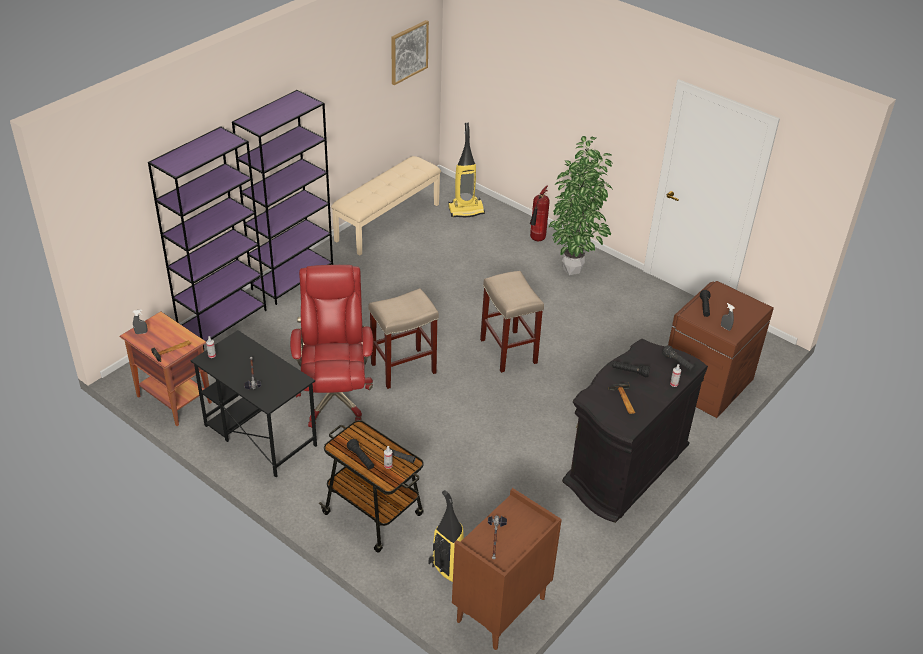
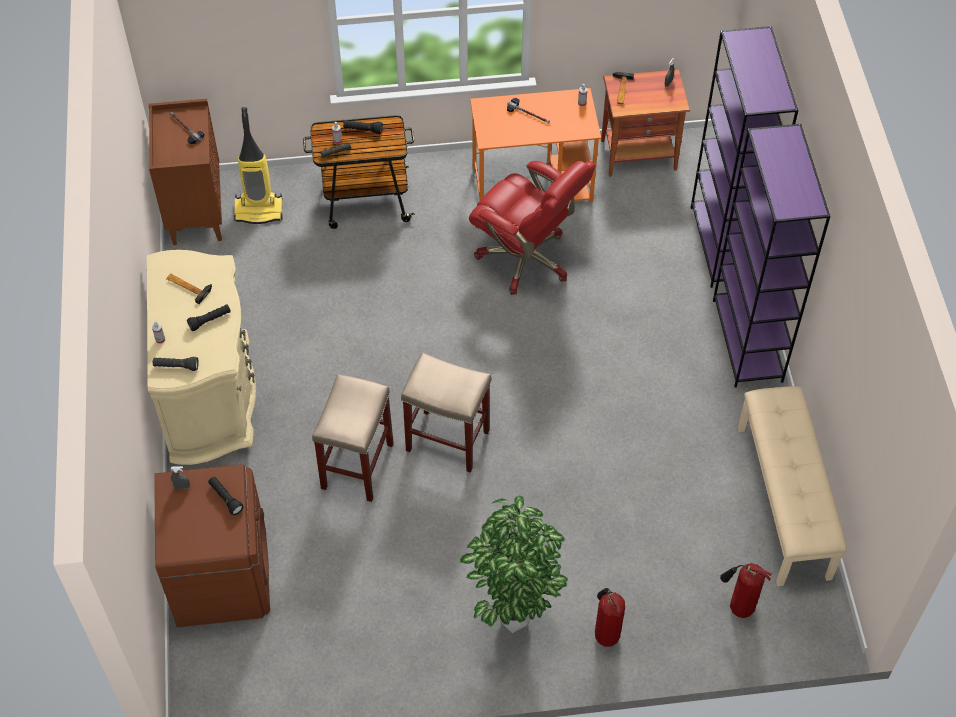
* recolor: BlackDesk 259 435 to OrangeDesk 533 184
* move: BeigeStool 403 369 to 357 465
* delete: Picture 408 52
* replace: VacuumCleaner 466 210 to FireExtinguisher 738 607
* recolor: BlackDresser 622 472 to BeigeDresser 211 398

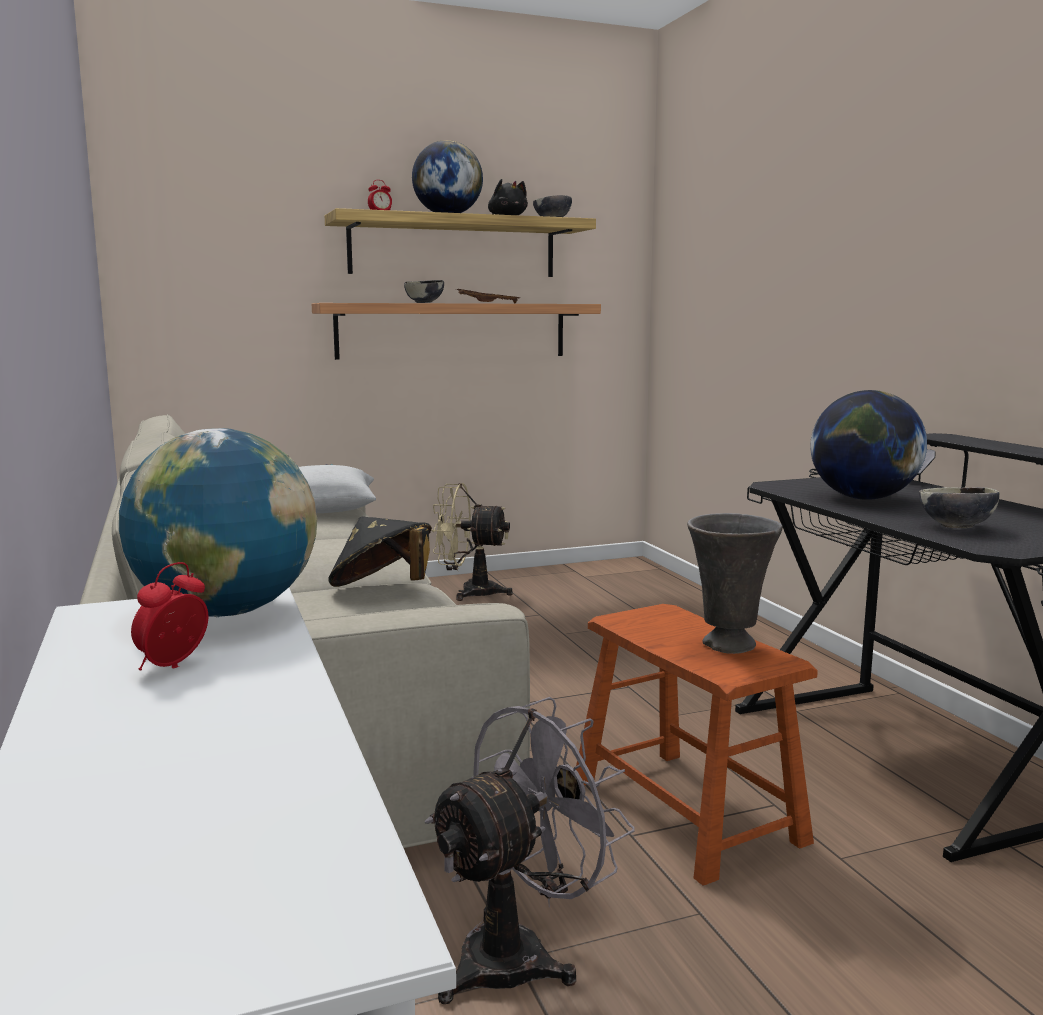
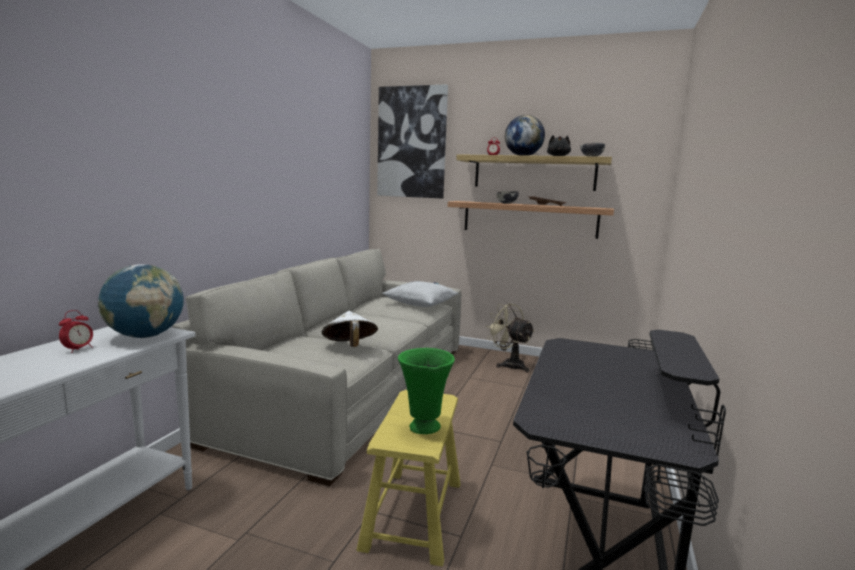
* rotate: AlarmClock 173 666 = 78 349 135 degrees clockwise
* recolor: BlackHat 382 589 to WhiteHat 349 347
* delete: GreyFan 520 954
* recolor: BrownStool 685 811 to YellowStool 413 514
* recolor: GreyVase 728 646 to GreenVase 423 427
* delete: Globe 863 498
* delete: Bowl 955 527
* insert: Picture 412 142

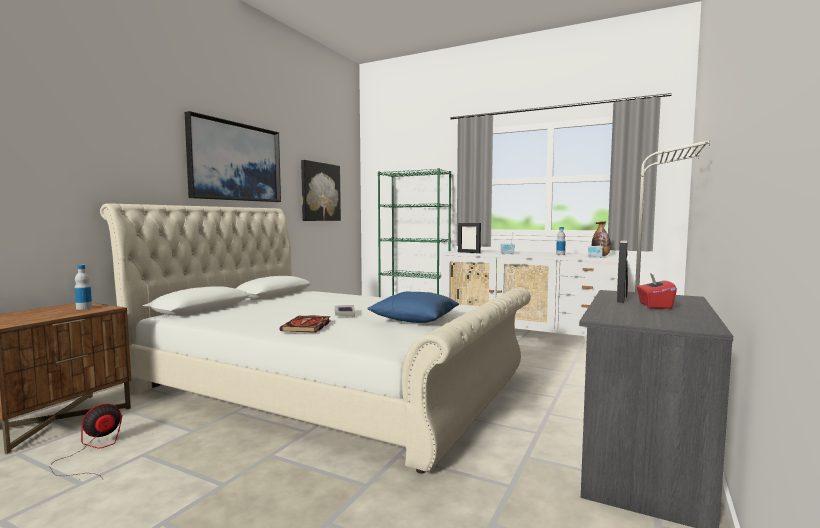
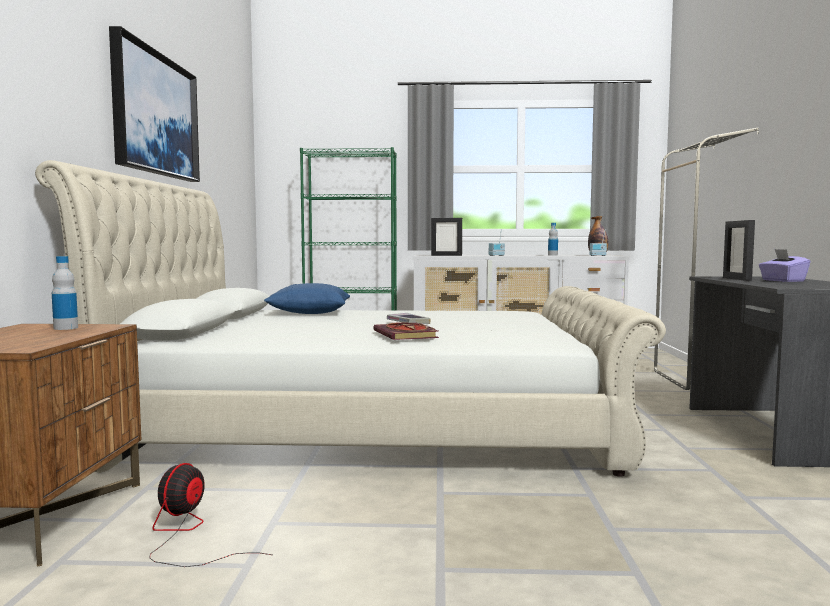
* delete: Picture 320 192
* move: BluePillow 414 320 to 309 313
* recolor: RedTissueBox 654 306 to PurpleTissueBox 782 281

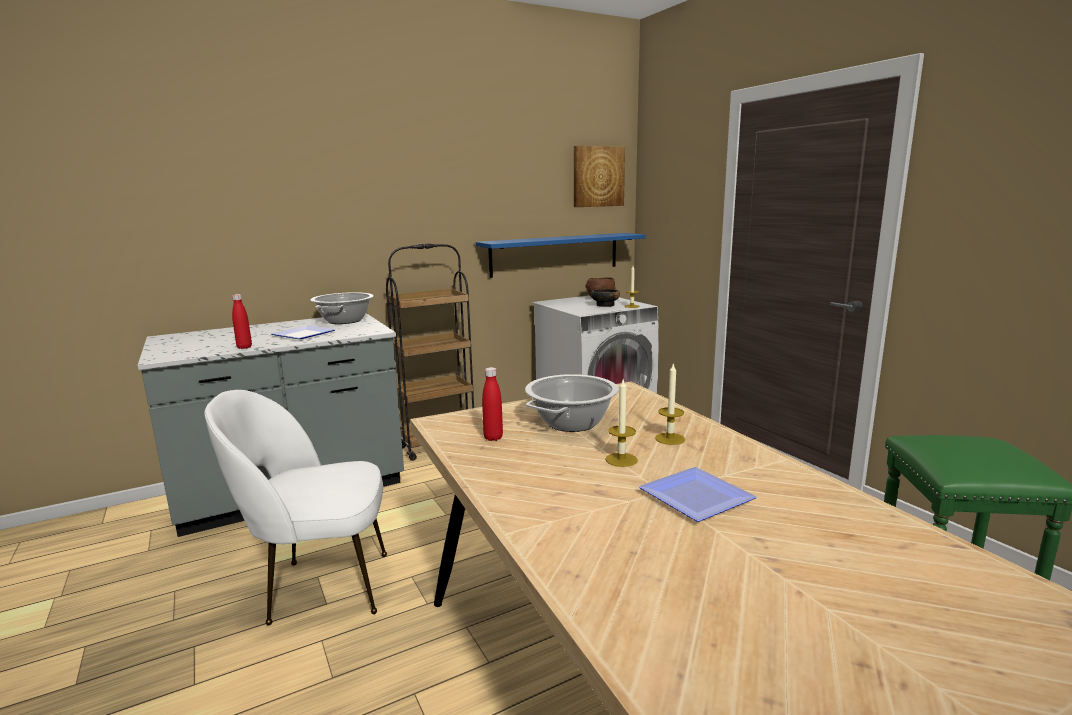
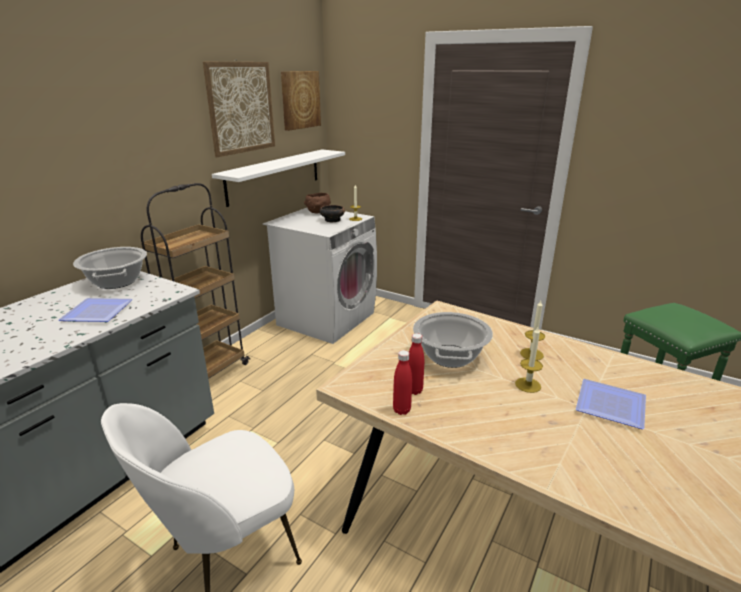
* move: RedBottle 244 347 to 401 410
* recolor: BlueShelf 555 254 to WhiteShelf 274 176
* insert: Picture 241 107

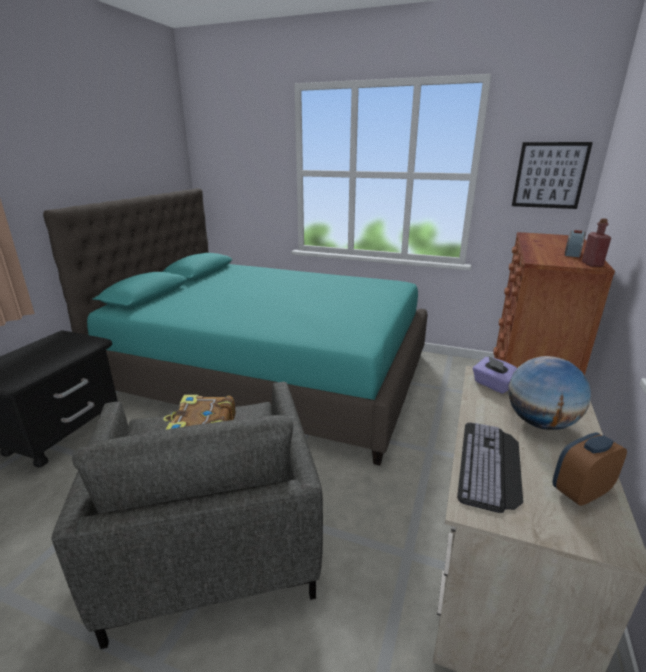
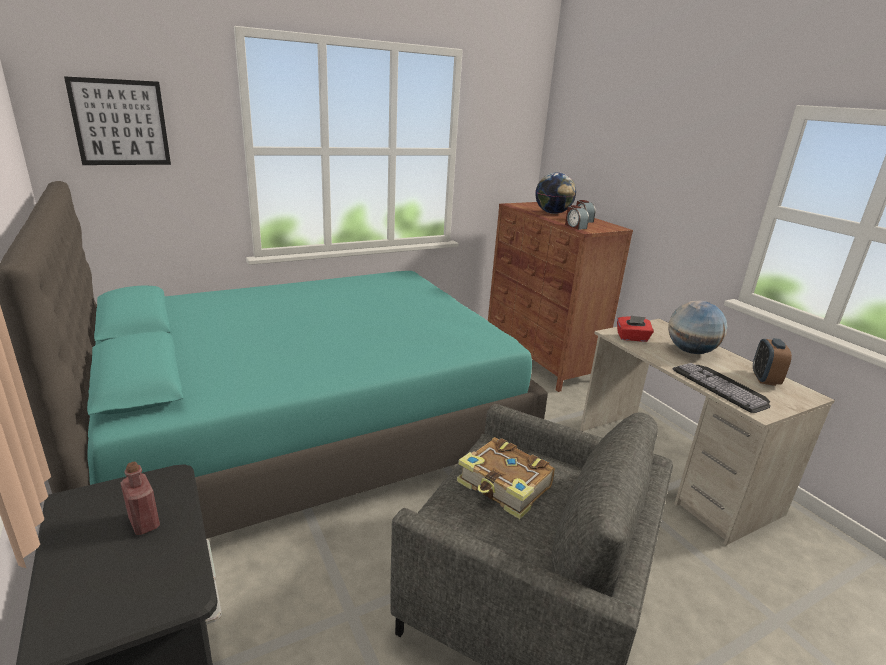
* recolor: PurpleTissueBox 493 385 to RedTissueBox 632 338
* move: Picture 549 175 to 120 123
* move: RedBottle 592 264 to 144 523
* insert: Globe 552 213
* insert: AlarmClock 575 226

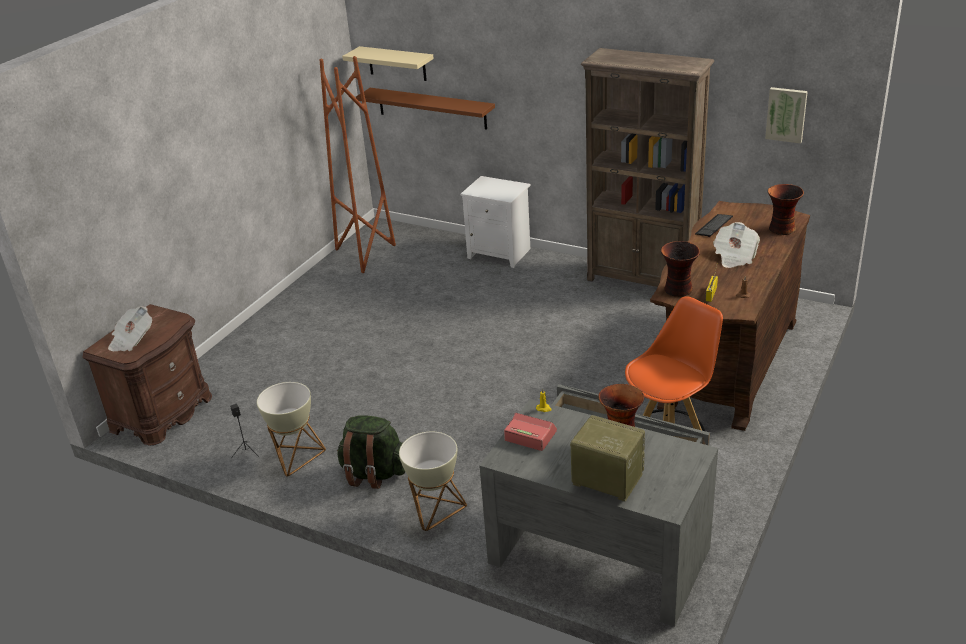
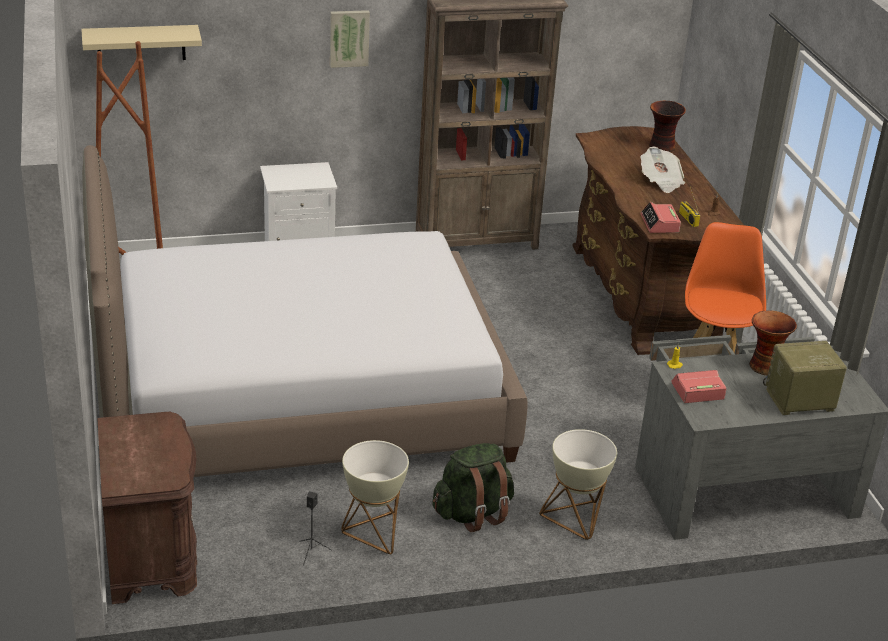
* delete: Newspaper 132 340
* delete: BrownShelf 431 108
* replace: Vase 678 290 to AlarmClock 659 224
* delete: Keyboard 714 226
* move: Picture 786 114 to 349 38
* insert: Bed 298 398

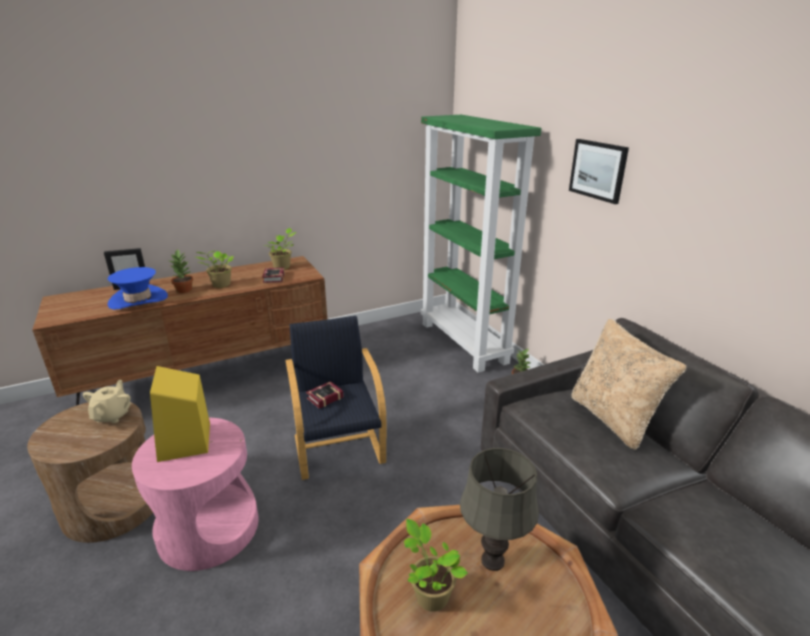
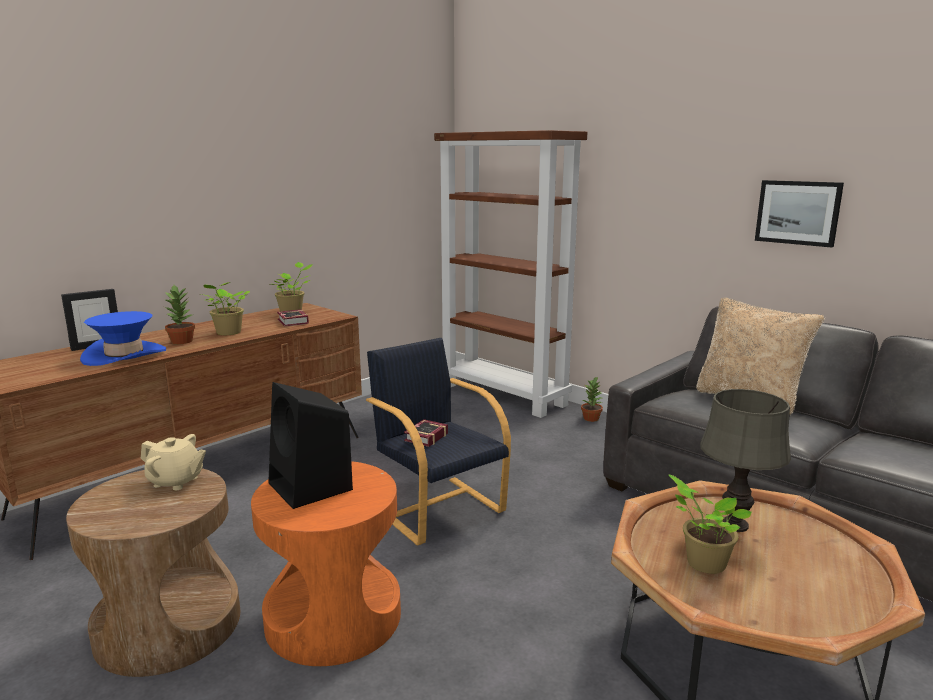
* rotate: BeigeTeapot 112 415 = 176 481 120 degrees clockwise
* recolor: PinkSideTable 208 528 to OrangeSideTable 333 617
* recolor: YellowSpeaker 185 443 to BlackSpeaker 312 487
* recolor: GreenBookcase 464 342 to BrownBookcase 504 395
* move: Picture 598 170 to 798 212

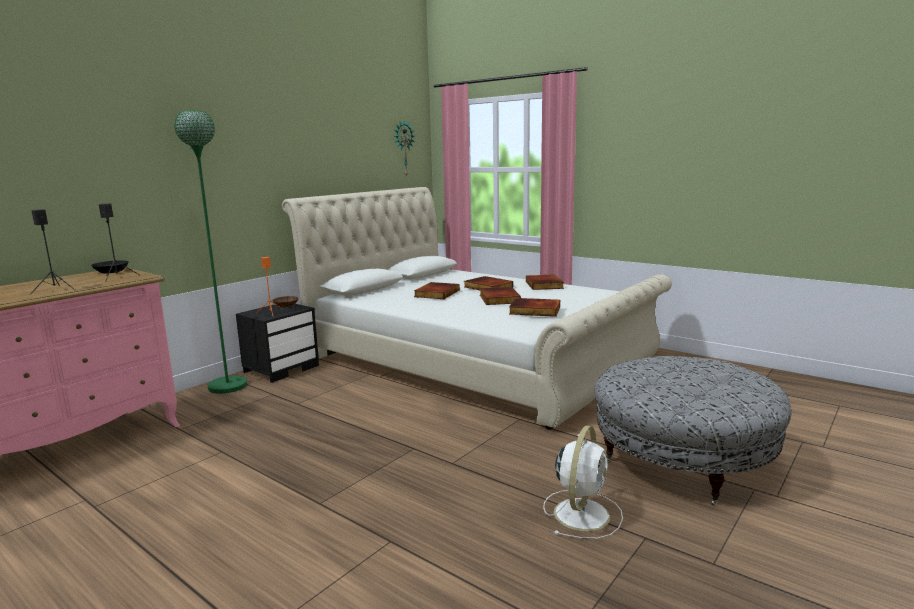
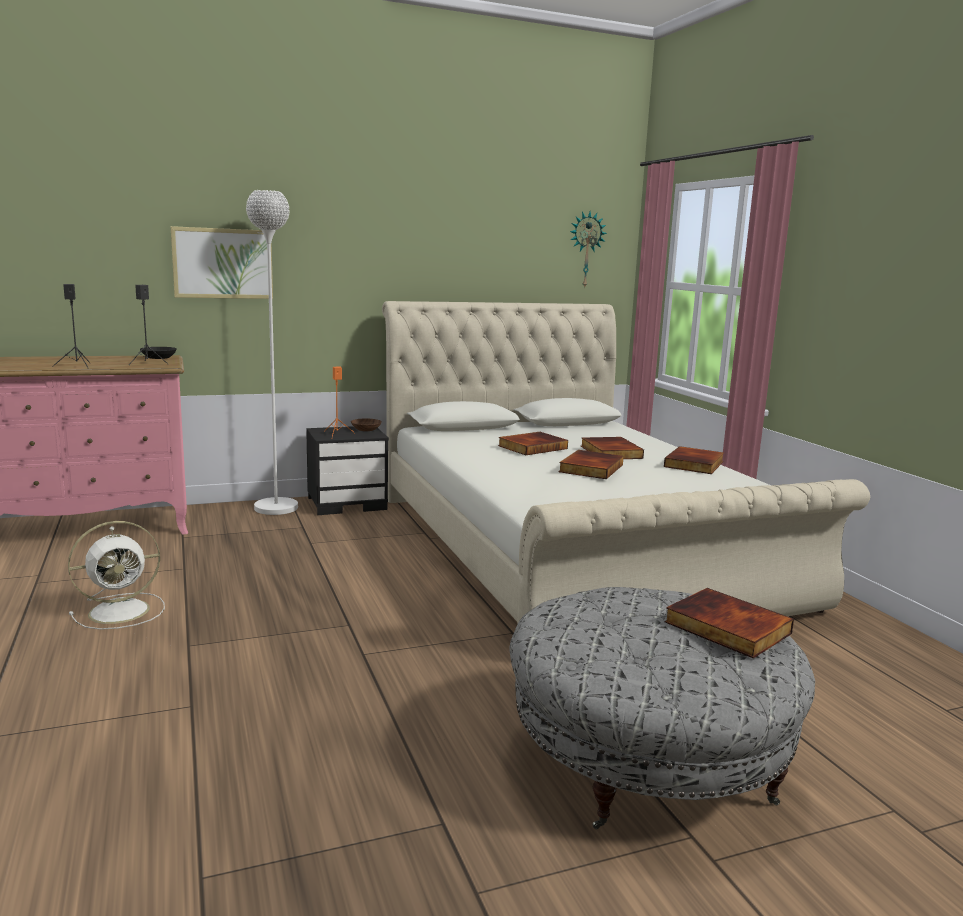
* recolor: GreenFloorLamp 228 386 to WhiteFloorLamp 276 508
* move: Book 534 310 to 725 628
* move: WhiteFan 582 513 to 122 611
* insert: Picture 223 263

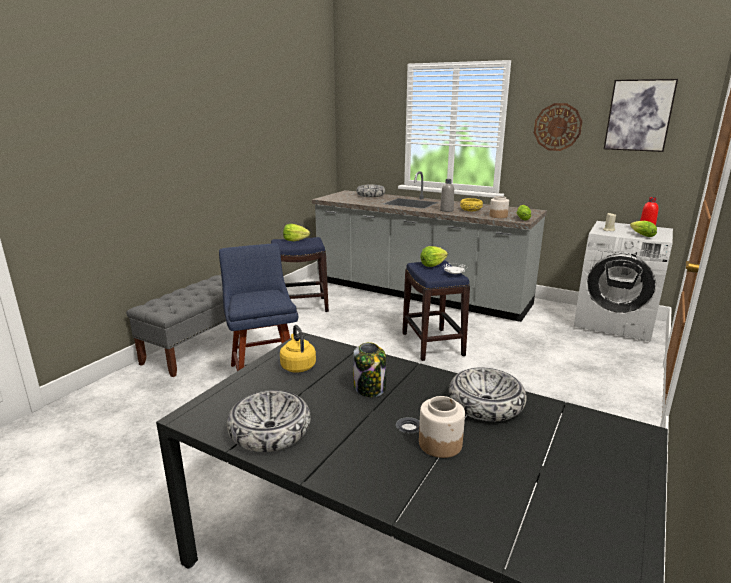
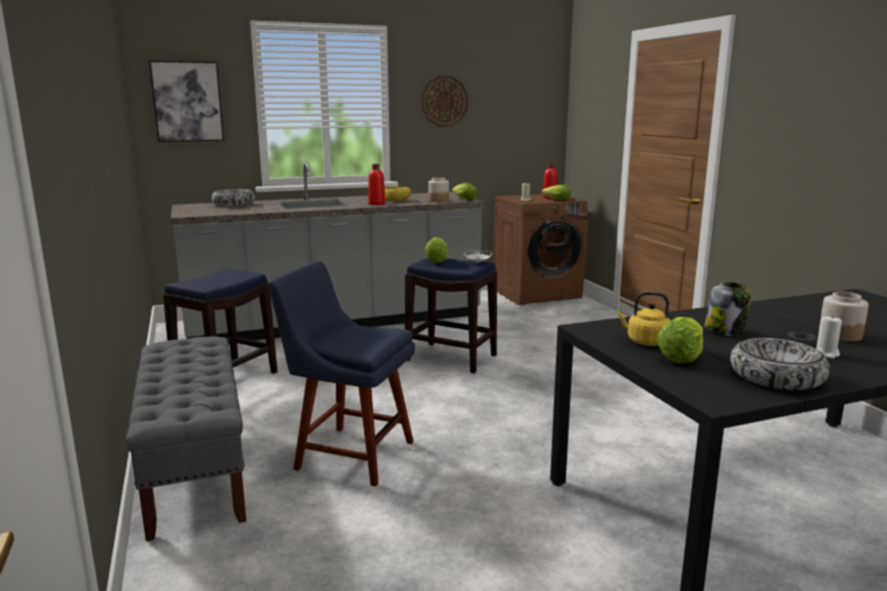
* move: Lettuce 295 240 to 681 357
* recolor: GreyBottle 446 210 to RedBottle 376 203
* delete: Bowl 485 404
* recolor: WhiteWashingMachine 614 325 to BrownWashingMachine 536 295
* move: Picture 639 115 to 187 101
* insert: WhiteCandle 826 354

